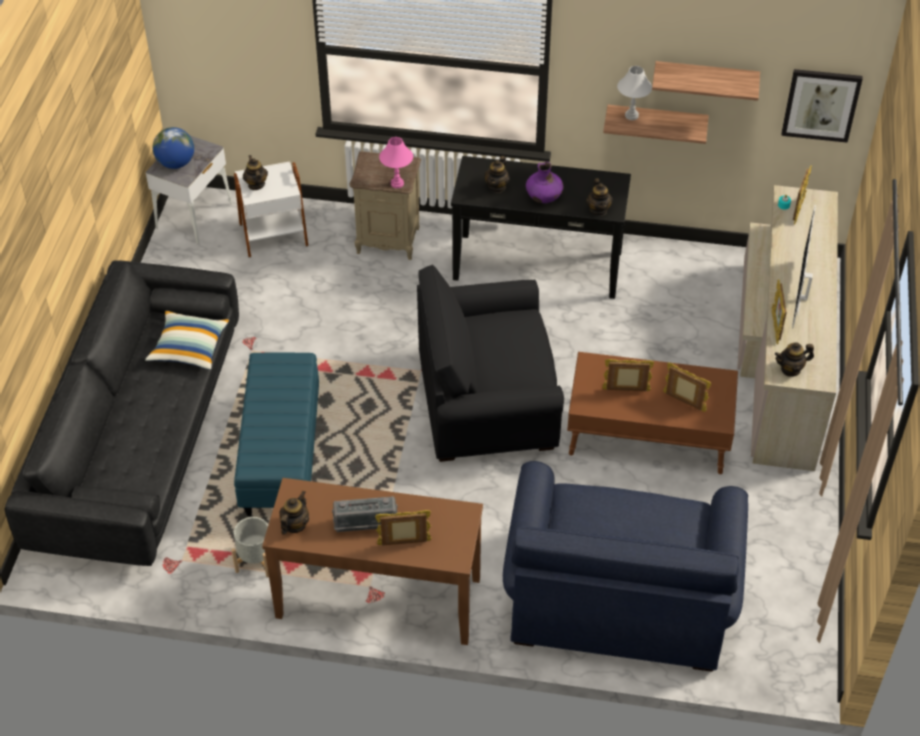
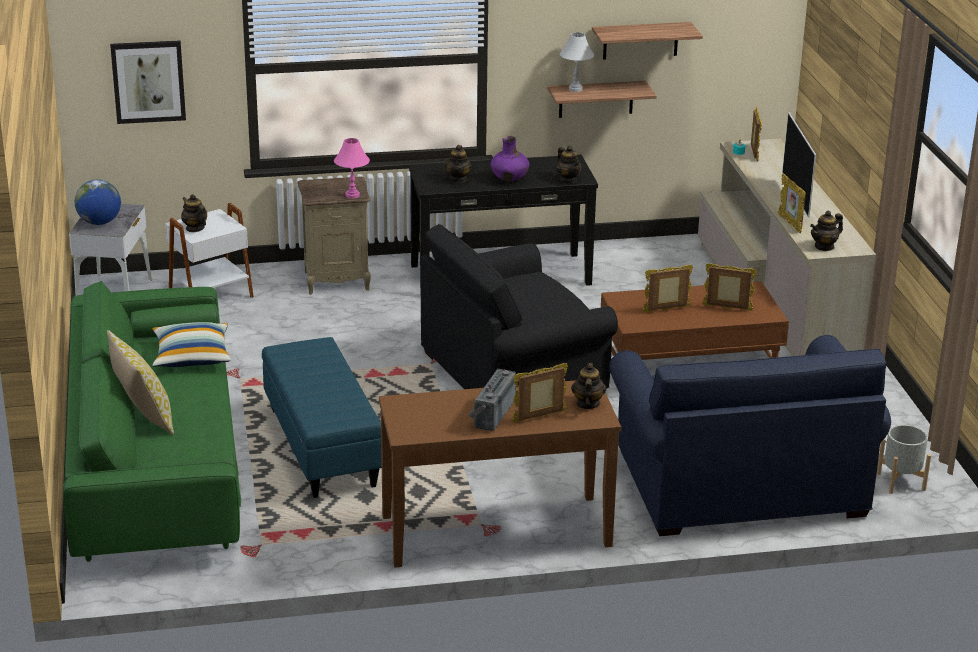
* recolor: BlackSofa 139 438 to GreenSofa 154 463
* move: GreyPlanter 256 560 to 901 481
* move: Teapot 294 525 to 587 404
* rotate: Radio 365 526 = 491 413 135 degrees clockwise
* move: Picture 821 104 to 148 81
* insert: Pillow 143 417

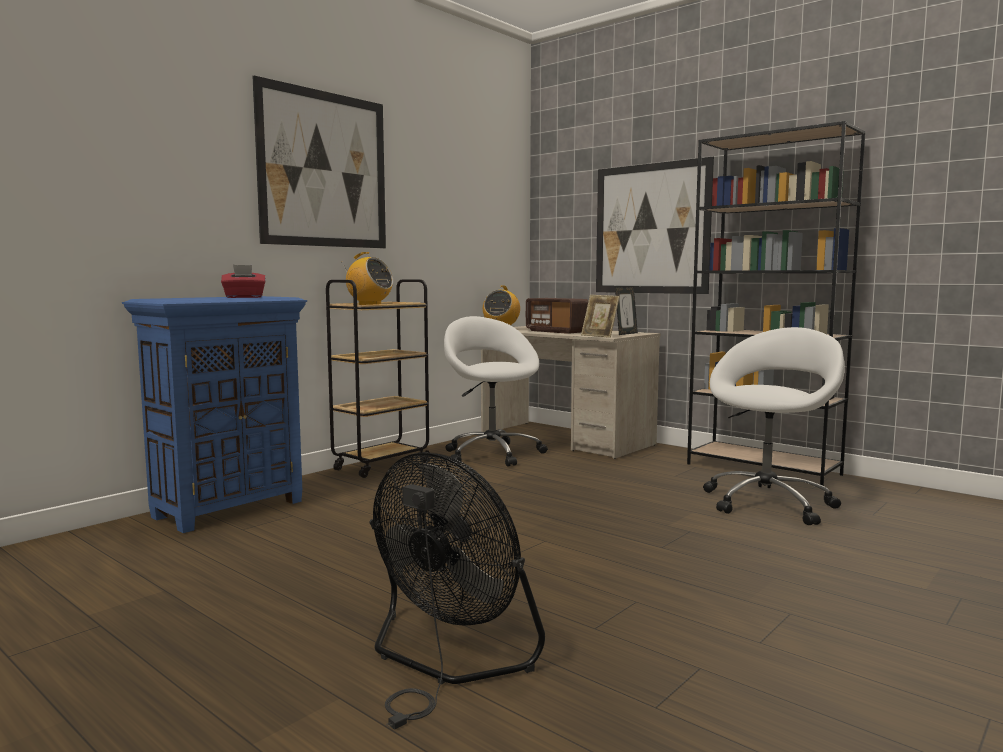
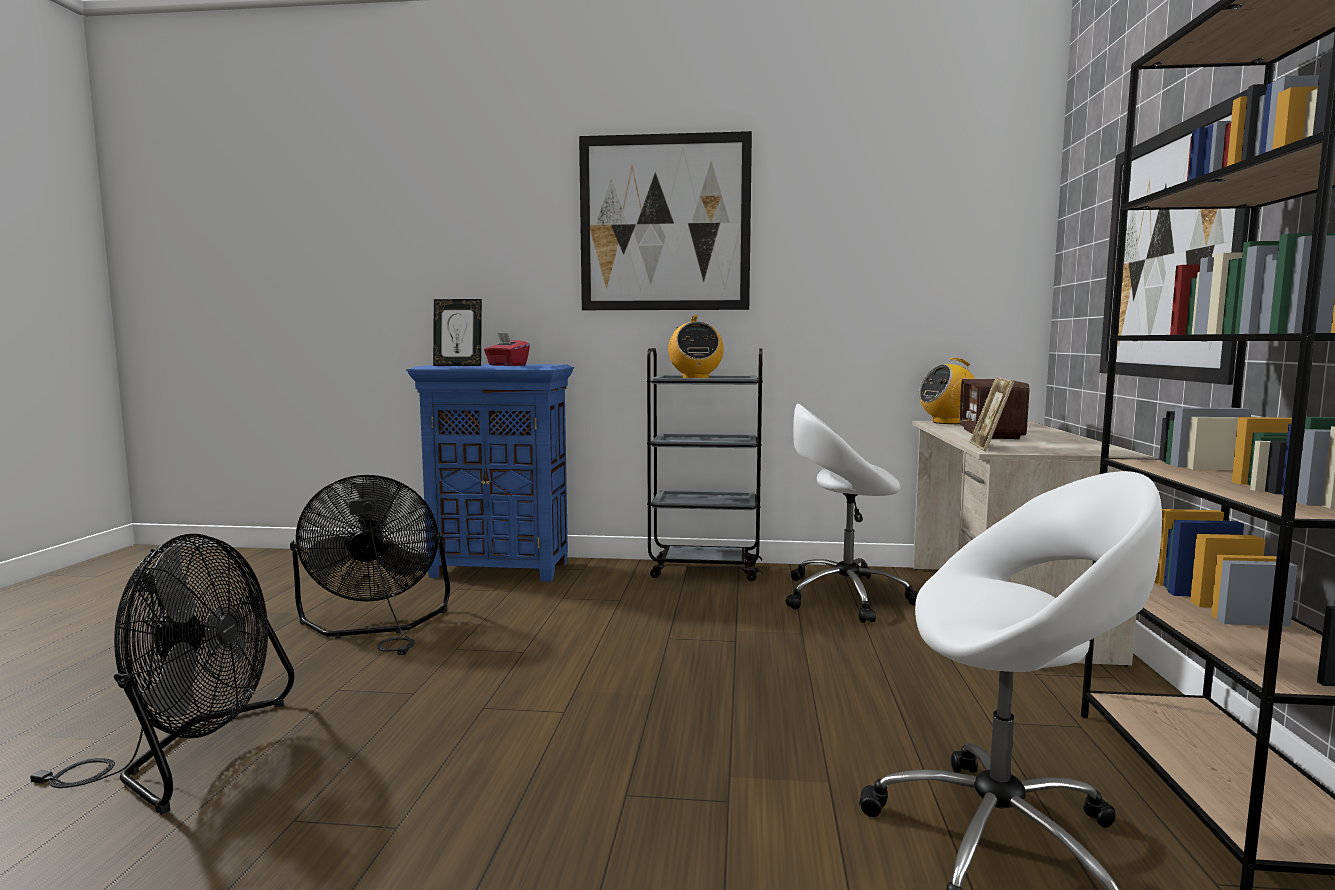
* recolor: BrownCart 382 465 to GreyCart 706 571
* rotate: WhiteOfficeChair 492 454 = 842 596 105 degrees counterclockwise
* move: PictureFrame 625 334 to 458 365
* insert: BlackFan 376 627

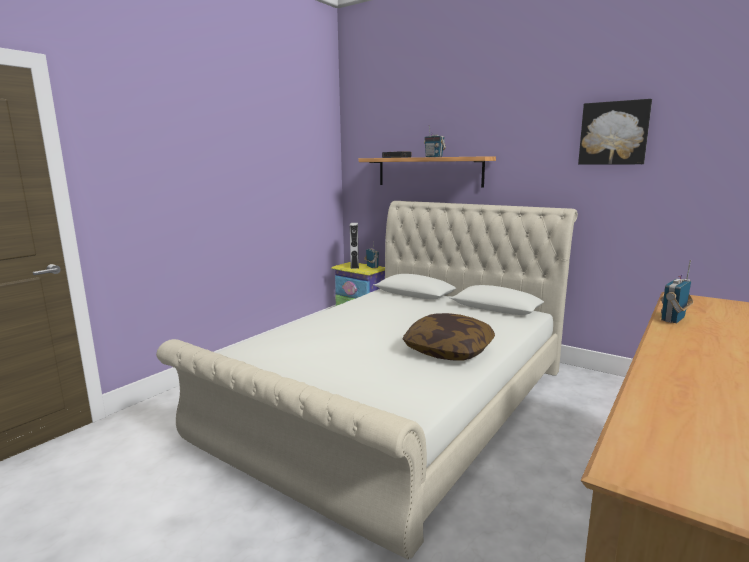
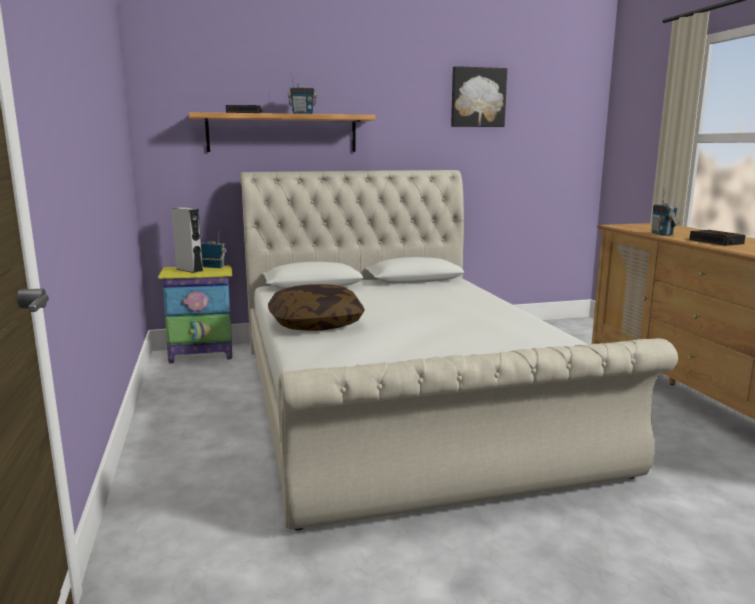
* move: Pillow 448 350 to 316 324
* insert: AlarmClock 717 242

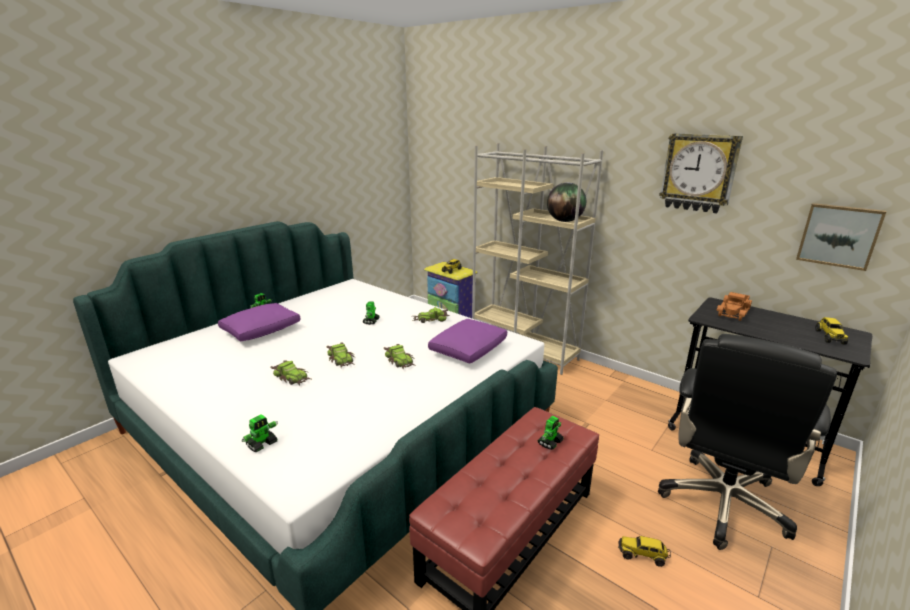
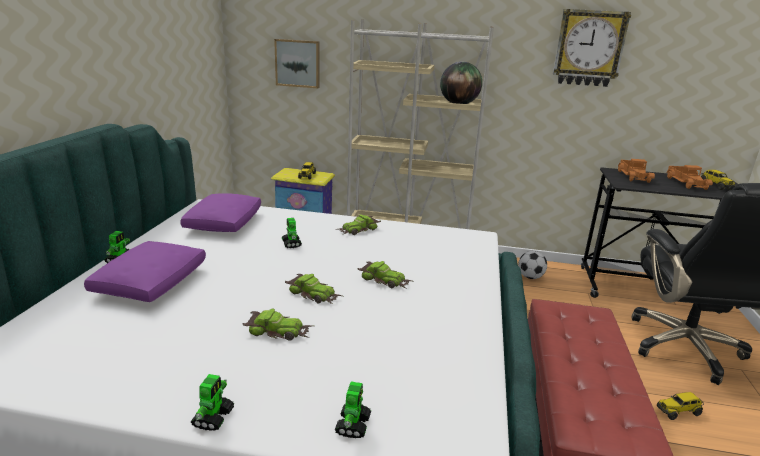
* move: PurplePillow 468 349 to 224 223
* move: ToyRobot 550 442 to 213 417
* move: Picture 839 235 to 298 63
* insert: Football 530 277
* insert: ToyTruck 687 183

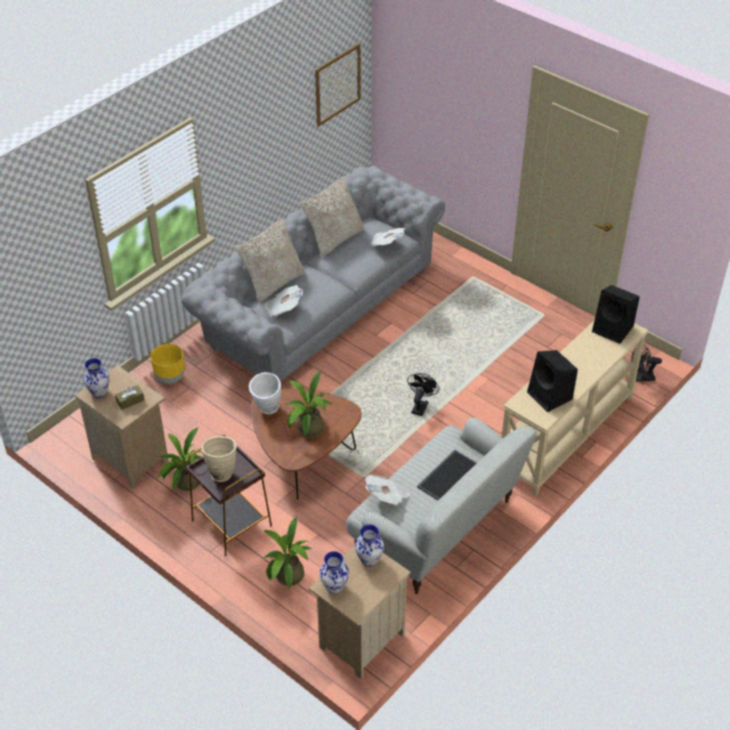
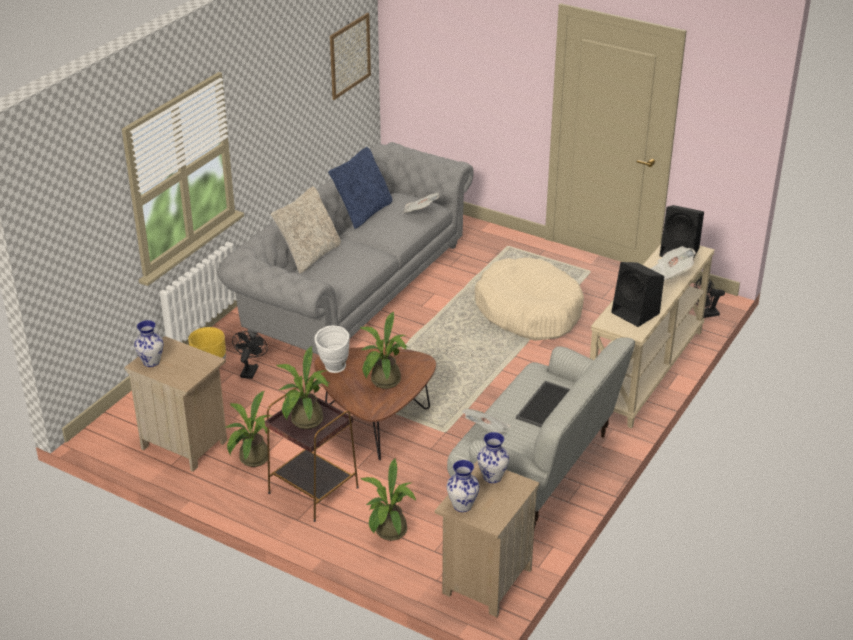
* delete: BrownTissueBox 130 401
* replace: BeigeVase 221 472 to PottedPlant 304 423
* move: Newspaper 283 308 to 670 274
* recolor: BeigePillow 334 237 to BluePillow 363 211
* move: BlackFan 420 406 to 250 370
* insert: BeigeDogBed 528 311

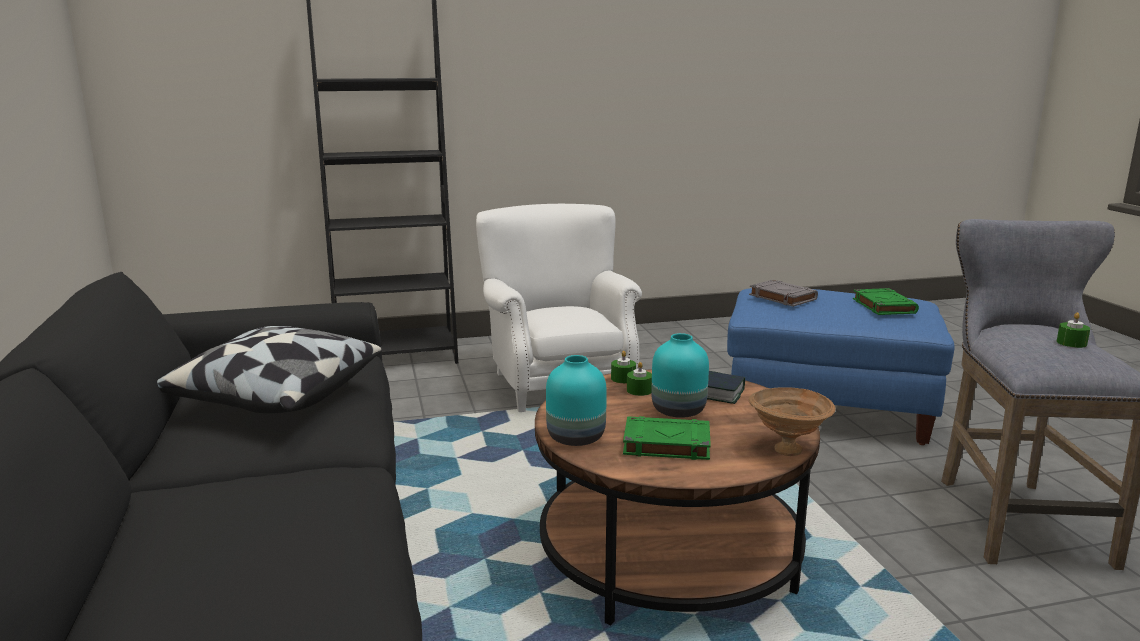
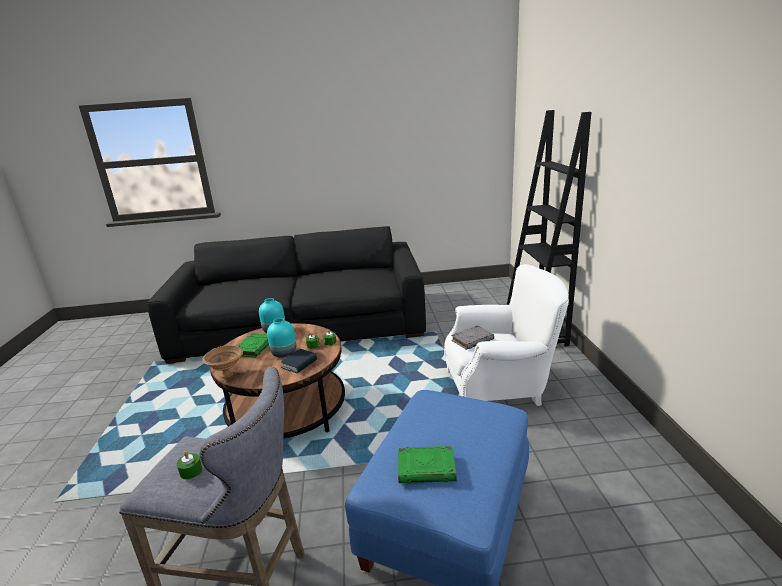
* delete: Pillow 273 397
* move: GreyBook 781 297 to 472 340

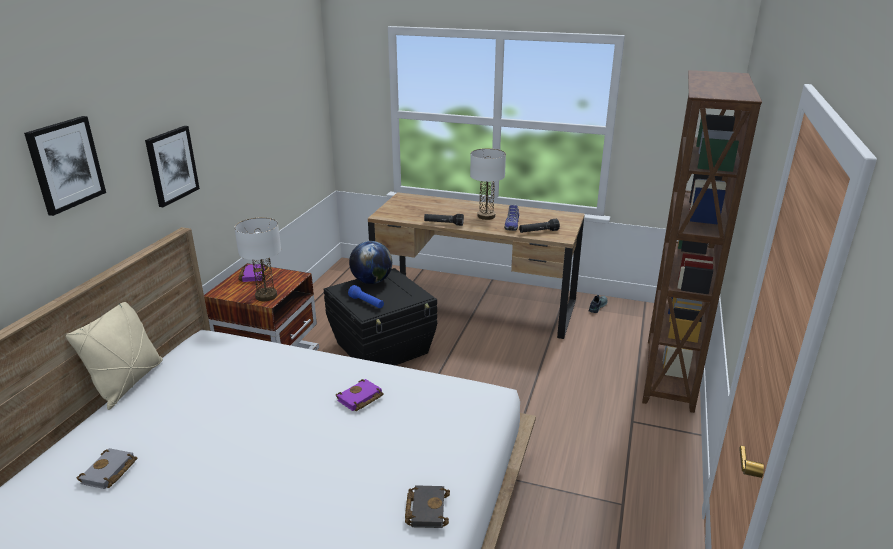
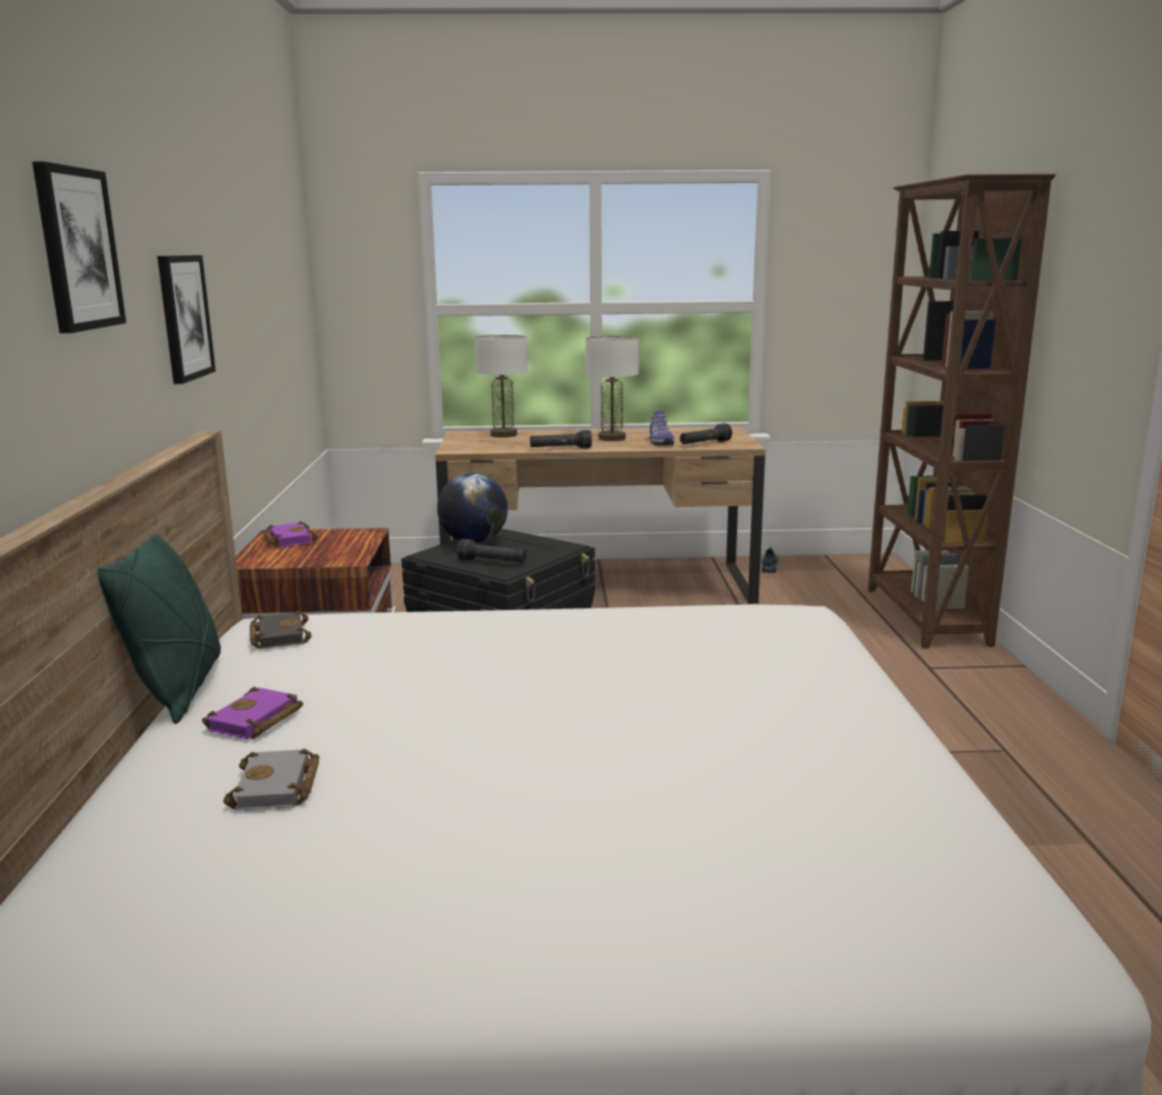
* recolor: BeigePillow 128 383 to GreenPillow 178 689
* move: TableLamp 266 296 to 504 435
* move: PurpleBook 360 399 to 255 721
* recolor: BlueFlashlight 367 303 to BlackFlashlight 493 562
* move: BlackBook 426 508 to 278 636

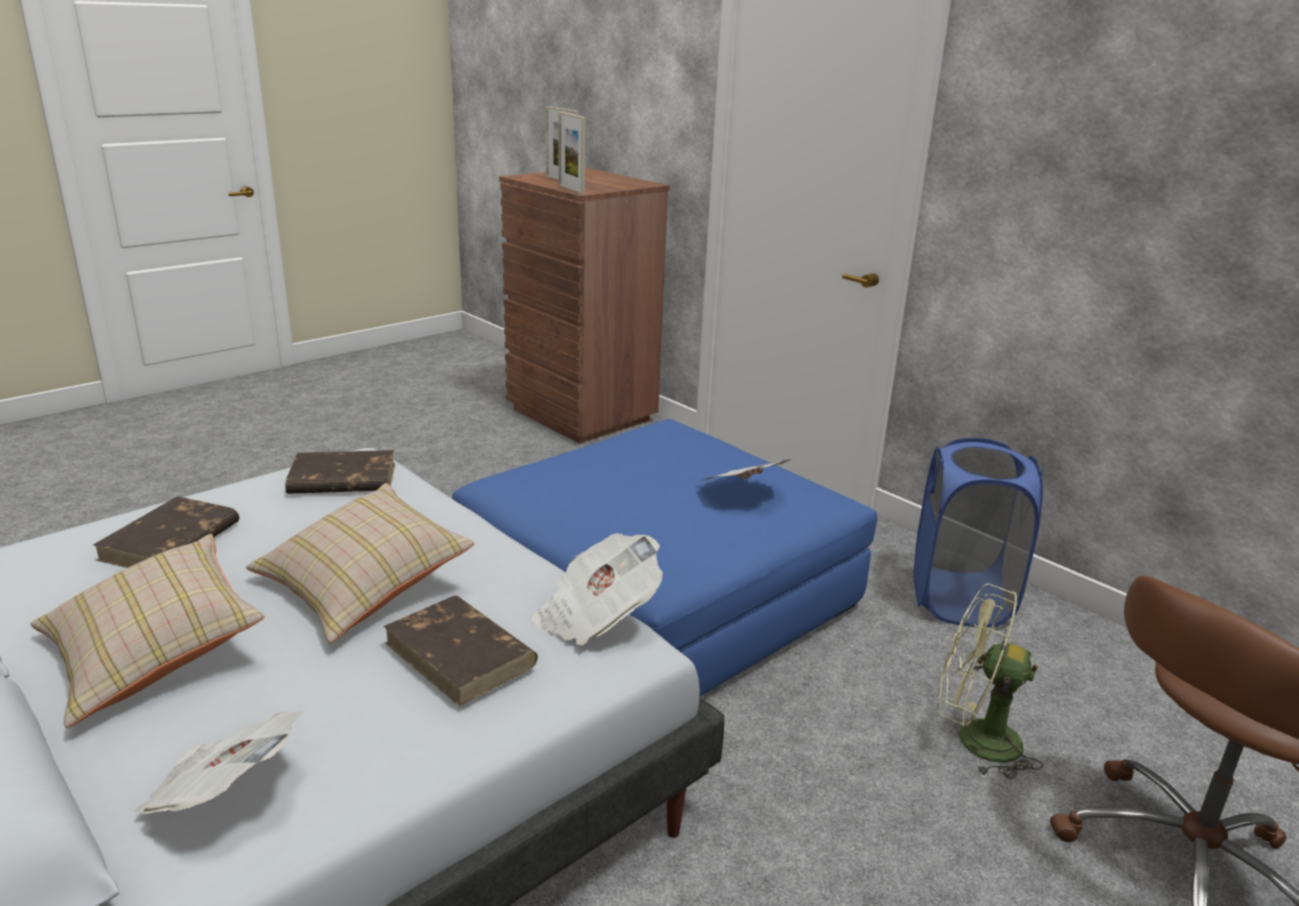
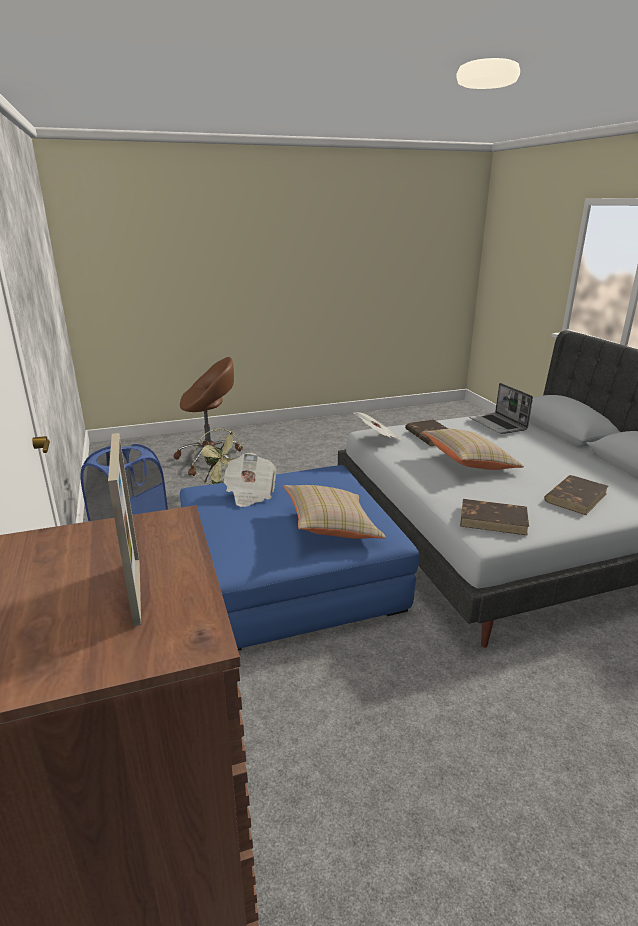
* move: BeigePillow 153 654 to 331 527
* replace: Newspaper 226 793 to Laptop 498 424
* delete: PictureFrame 571 189

